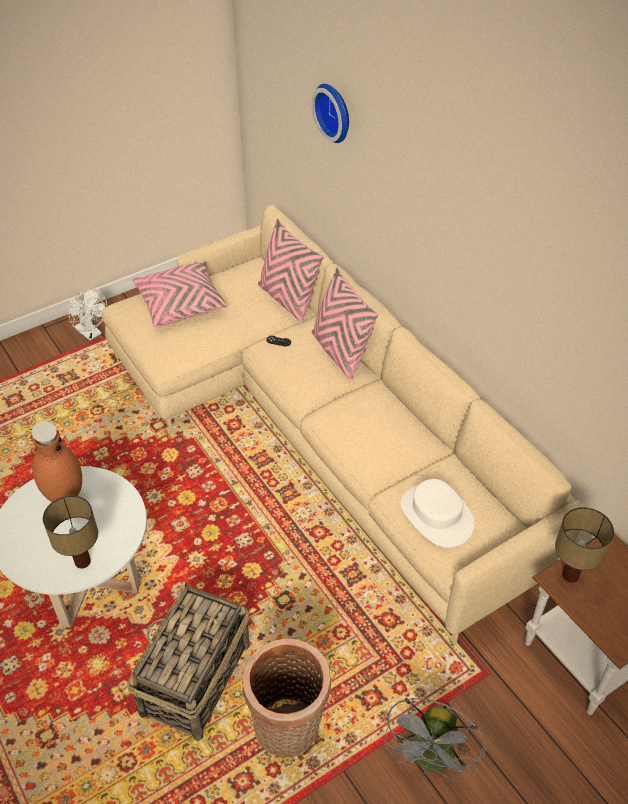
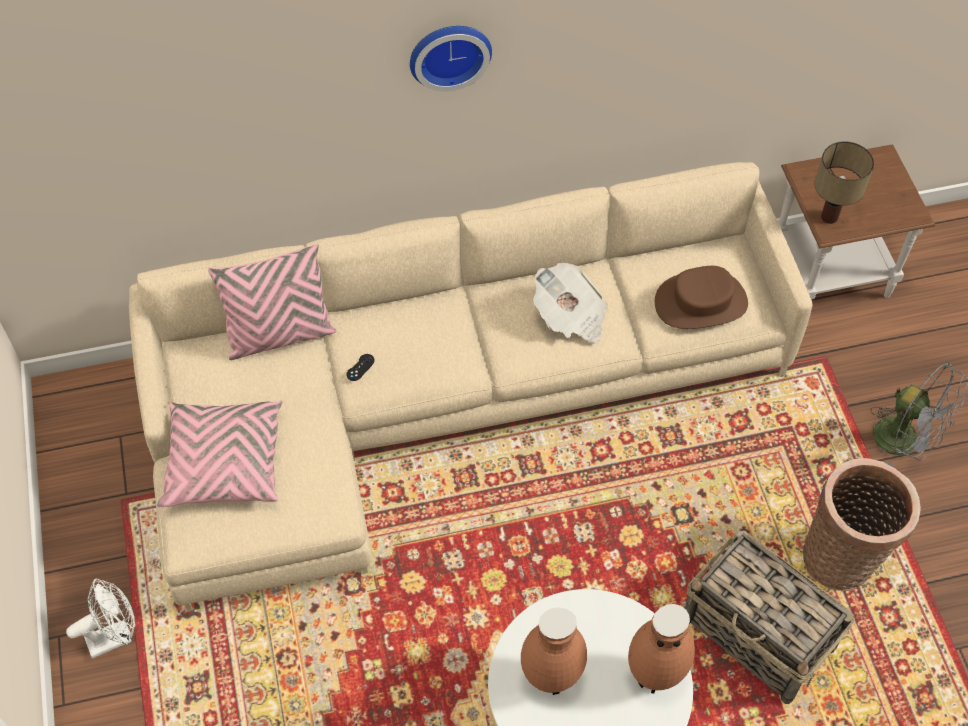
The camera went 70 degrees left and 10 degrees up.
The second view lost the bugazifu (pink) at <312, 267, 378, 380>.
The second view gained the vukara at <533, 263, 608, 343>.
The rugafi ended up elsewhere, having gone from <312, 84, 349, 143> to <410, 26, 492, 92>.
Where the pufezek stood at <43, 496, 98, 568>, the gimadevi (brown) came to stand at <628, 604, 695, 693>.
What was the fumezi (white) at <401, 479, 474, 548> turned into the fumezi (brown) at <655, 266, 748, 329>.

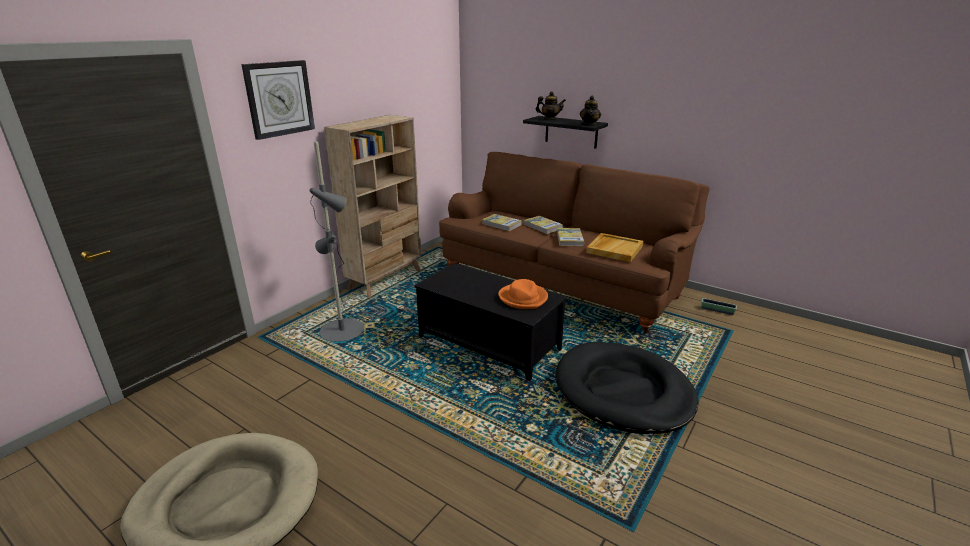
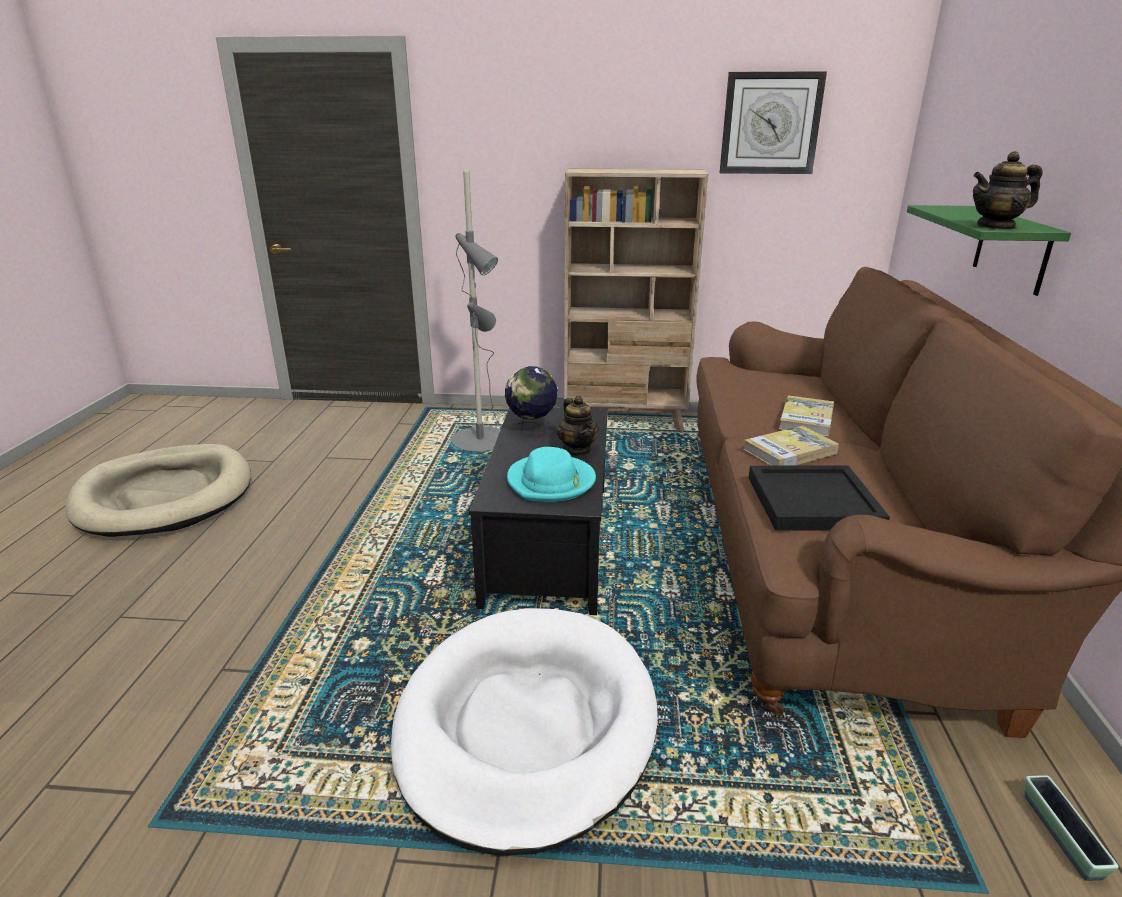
The camera went 60 degrees right and 0 degrees up.
The second view lost the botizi at <482, 214, 522, 231>.
The second view gained the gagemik at <505, 366, 558, 435>.
The rugafi ended up elsewhere, having gone from <241, 60, 315, 140> to <720, 71, 827, 174>.
The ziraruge ended up elsewhere, having gone from <536, 91, 566, 120> to <557, 396, 599, 456>.
What was the fumezi (orange) at <498, 279, 548, 309> turned into the fumezi (turquoise) at <507, 447, 596, 502>.
What was the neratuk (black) at <523, 116, 608, 149> turned into the neratuk (green) at <907, 205, 1071, 296>.
What was the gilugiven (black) at <556, 342, 699, 434> turned into the gilugiven (white) at <390, 608, 658, 856>.
What was the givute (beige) at <586, 233, 643, 262> turned into the givute (black) at <748, 466, 890, 531>.

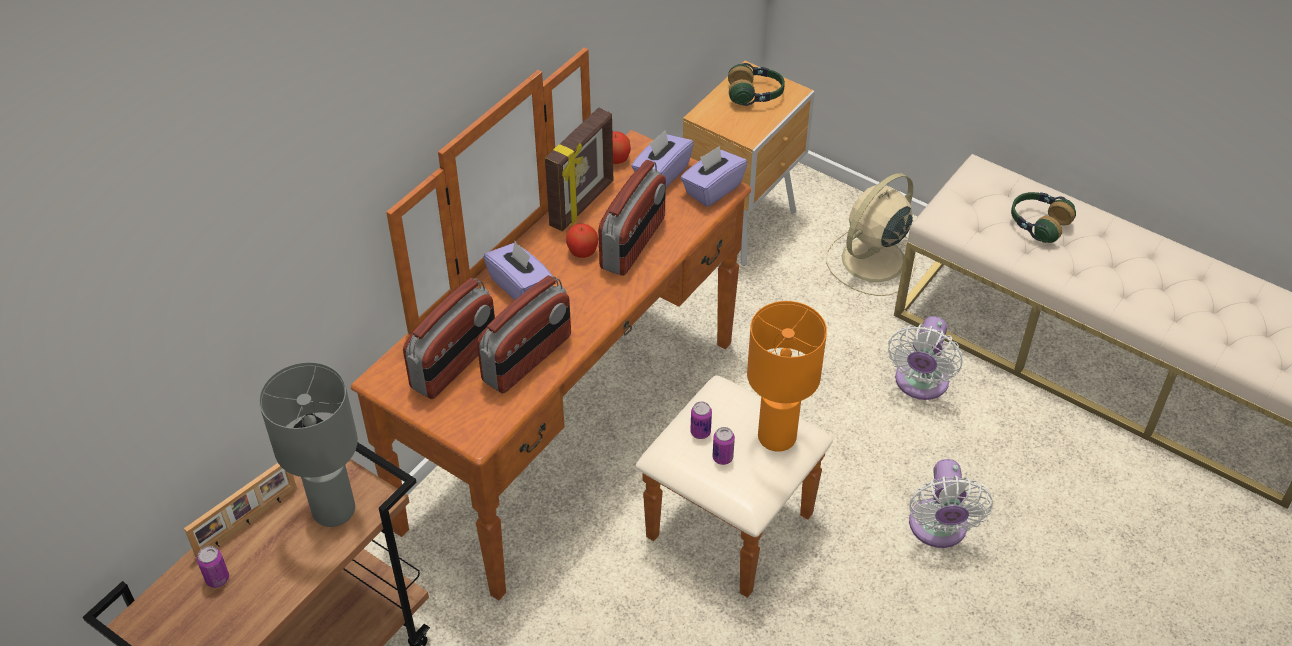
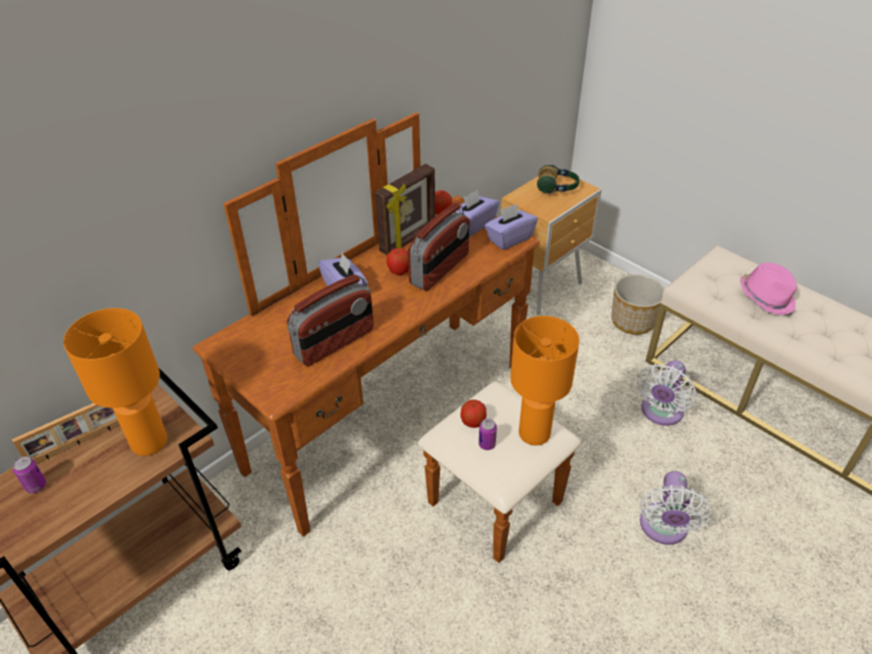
The camera went 10 degrees right and 5 degrees down.
The second view lost the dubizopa at <403, 278, 495, 399>.
Where the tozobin stood at <690, 402, 712, 439>, the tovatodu came to stand at <460, 400, 486, 428>.
Where the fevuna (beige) stood at <826, 173, 916, 296>, the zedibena came to stand at <611, 274, 665, 335>.
Where the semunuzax stood at <1011, 192, 1076, 243>, the fumezi (pink) came to stand at <740, 263, 797, 315>.
What was the pufezek (grey) at <259, 362, 358, 527> turned into the pufezek (orange) at <63, 308, 167, 456>.

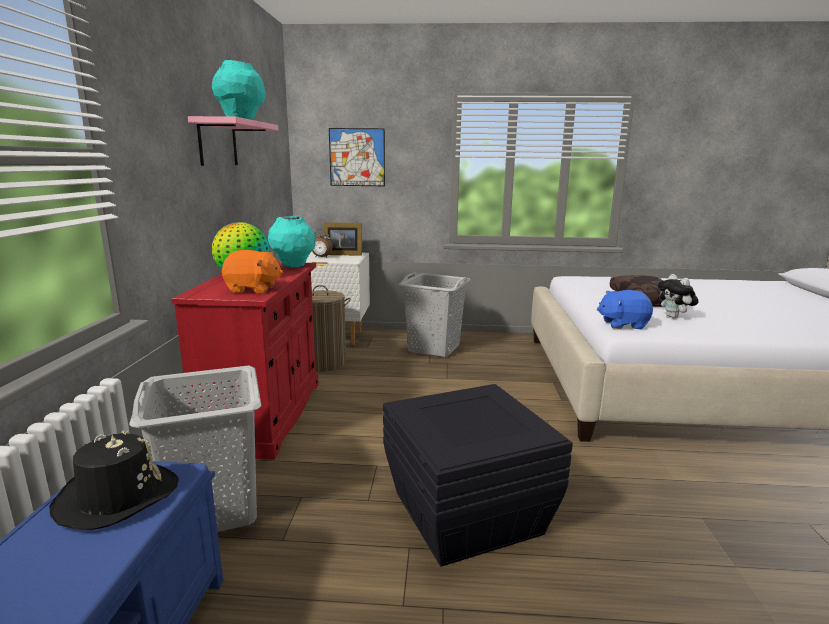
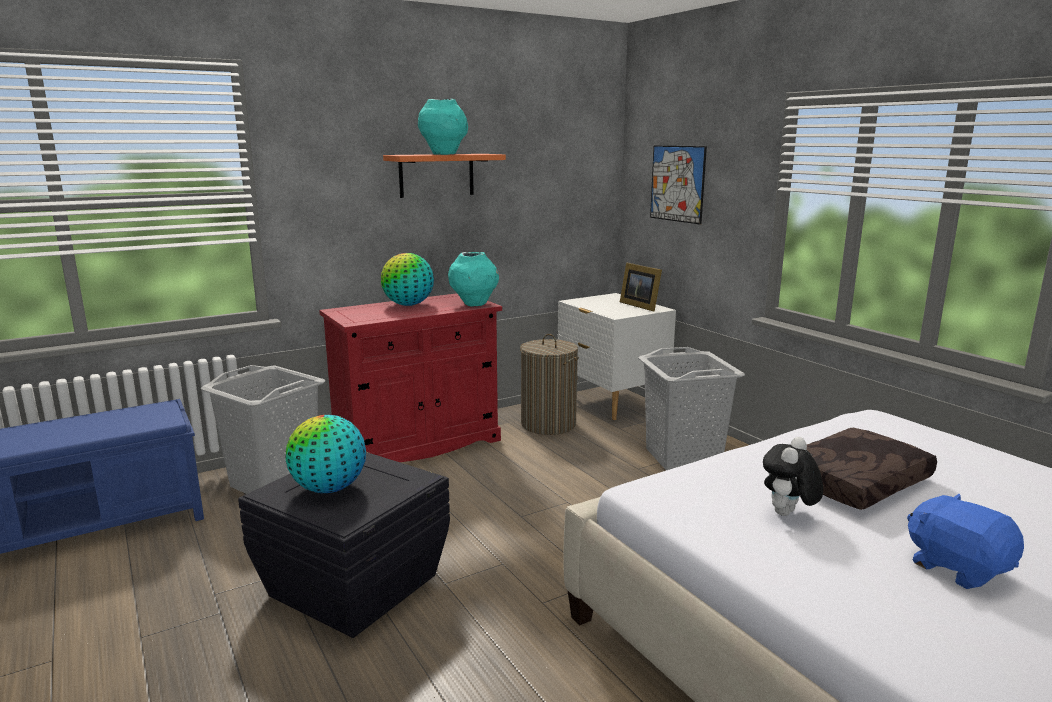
The camera went 55 degrees right and 0 degrees up.
The second view lost the fumezi (black) at <49, 430, 179, 530>.
The second view lost the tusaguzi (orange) at <222, 250, 283, 293>.
The second view lost the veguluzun at <312, 229, 332, 258>.
The second view gained the gagemik at <285, 415, 366, 493>.
The tusaguzi (blue) ended up elsewhere, having gone from <597, 290, 653, 329> to <907, 494, 1024, 589>.
What was the neratuk (pink) at <188, 116, 278, 166> turned into the neratuk (orange) at <383, 154, 506, 198>.

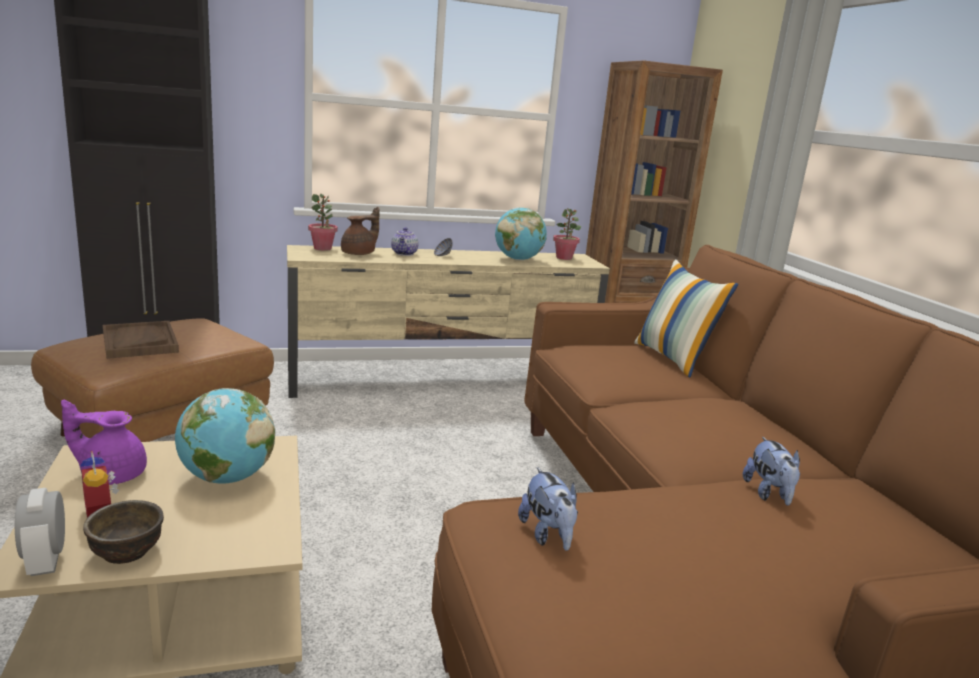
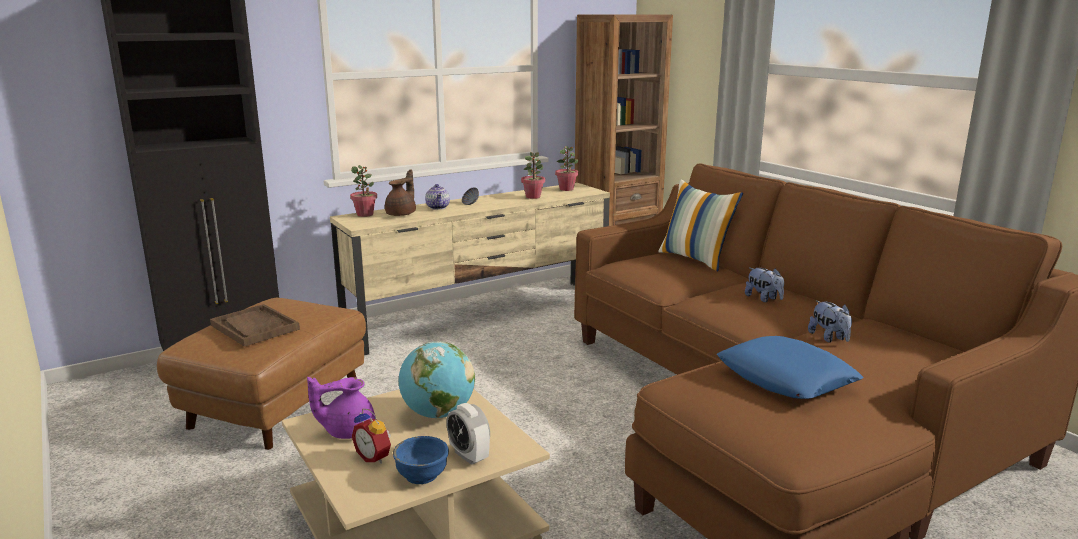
The camera went 15 degrees left and 0 degrees up.
The second view gained the bugazifu (blue) at <717, 336, 863, 399>.
The veguluzun ended up elsewhere, having gone from <15, 488, 65, 576> to <446, 403, 490, 465>.
The tusaguzi ended up elsewhere, having gone from <518, 467, 578, 551> to <745, 268, 784, 302>.
Where the gagemik stood at <495, 207, 547, 260>, the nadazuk came to stand at <521, 152, 545, 199>.
What was the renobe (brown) at <83, 500, 164, 564> turned into the renobe (blue) at <393, 436, 449, 484>.

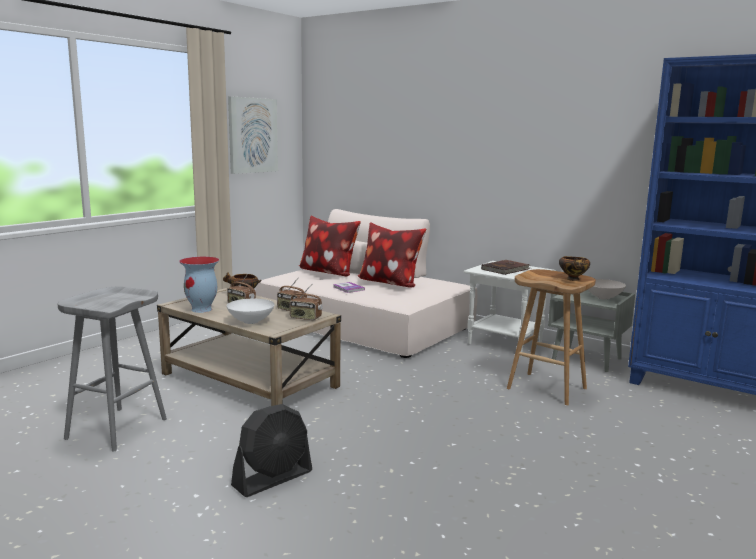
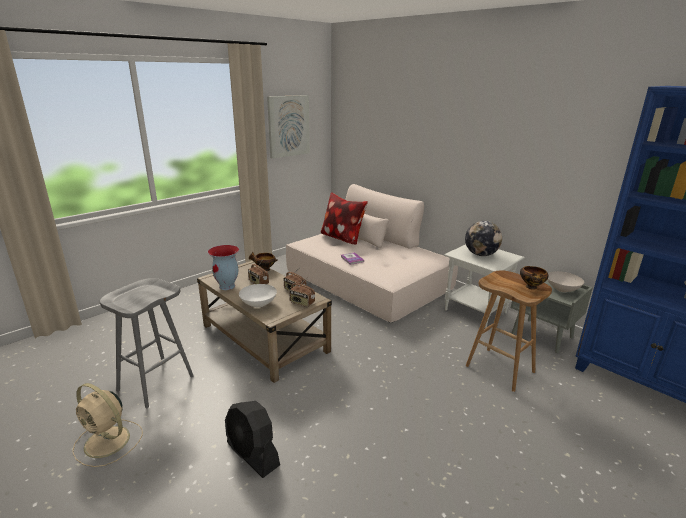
The camera went 10 degrees right and 10 degrees up.
The second view lost the bugazifu at <358, 222, 426, 288>.
The second view gained the fevuna (beige) at <72, 383, 143, 467>.
Where the botizi (brown) stood at <481, 260, 530, 275>, the gagemik came to stand at <465, 221, 502, 256>.
The fevuna (black) at <231, 404, 312, 497> ended up facing another way, 75 degrees clockwise from before.

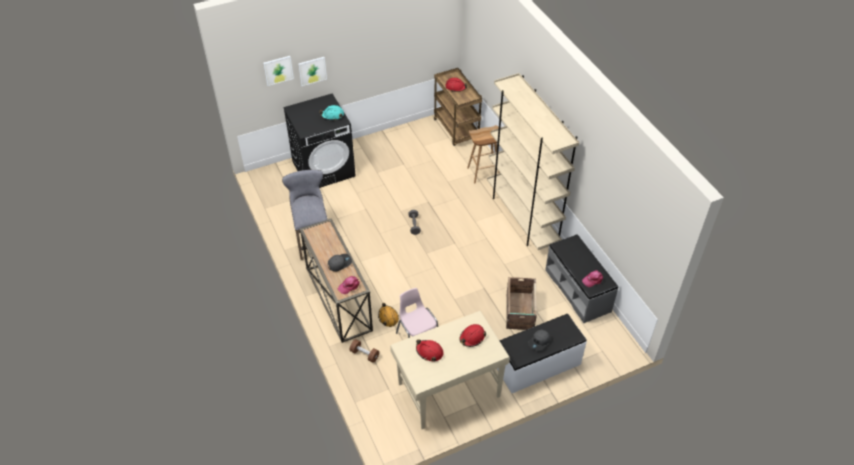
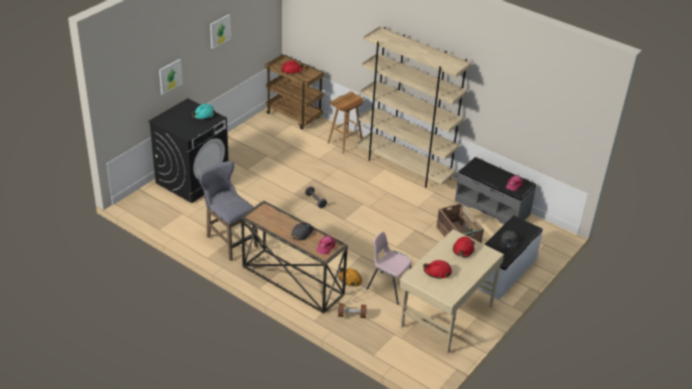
The camera went 30 degrees left and 10 degrees down.
The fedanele ended up elsewhere, having gone from <263, 56, 294, 86> to <210, 14, 231, 49>.

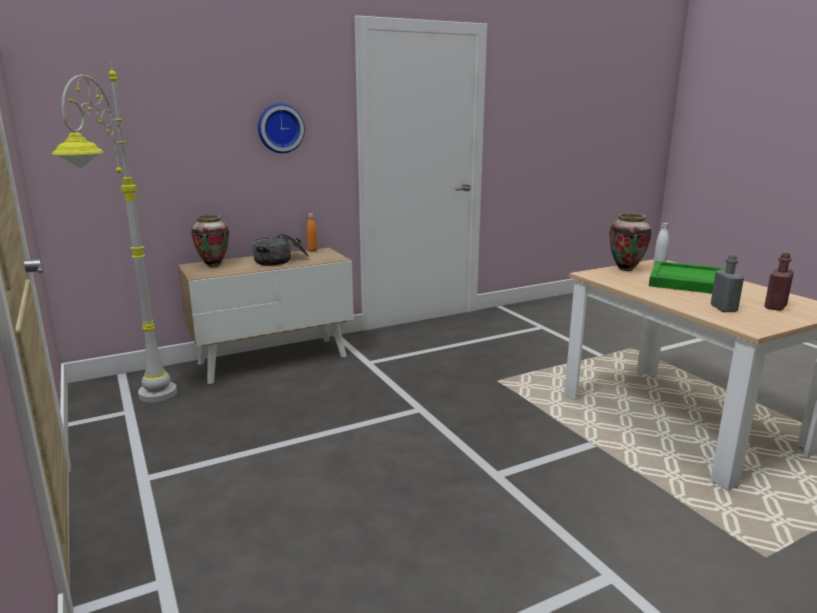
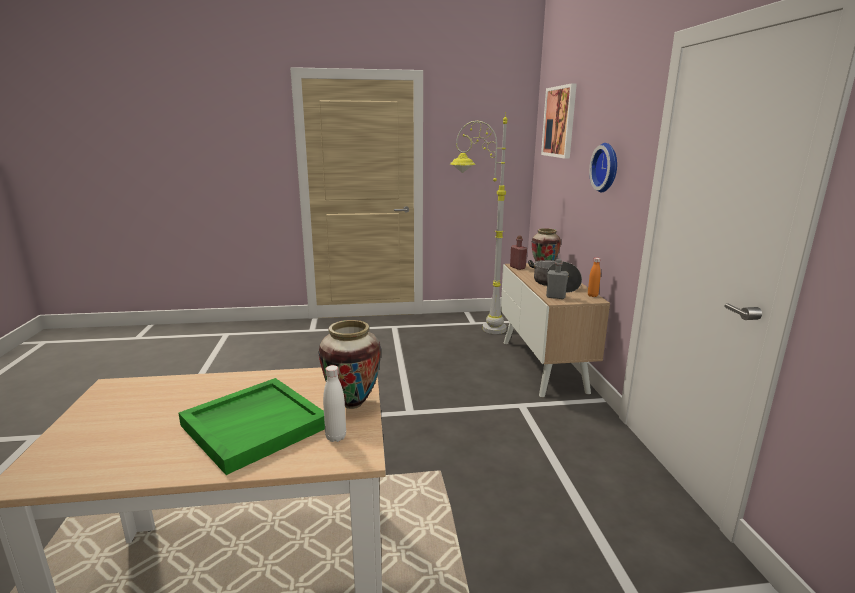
The camera went 110 degrees right and 0 degrees up.
The second view gained the fedanele at <541, 83, 577, 159>.
The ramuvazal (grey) ended up elsewhere, having gone from <711, 254, 744, 312> to <546, 259, 569, 299>.
The ramuvazal (red) ended up elsewhere, having gone from <764, 253, 794, 311> to <510, 235, 527, 270>.

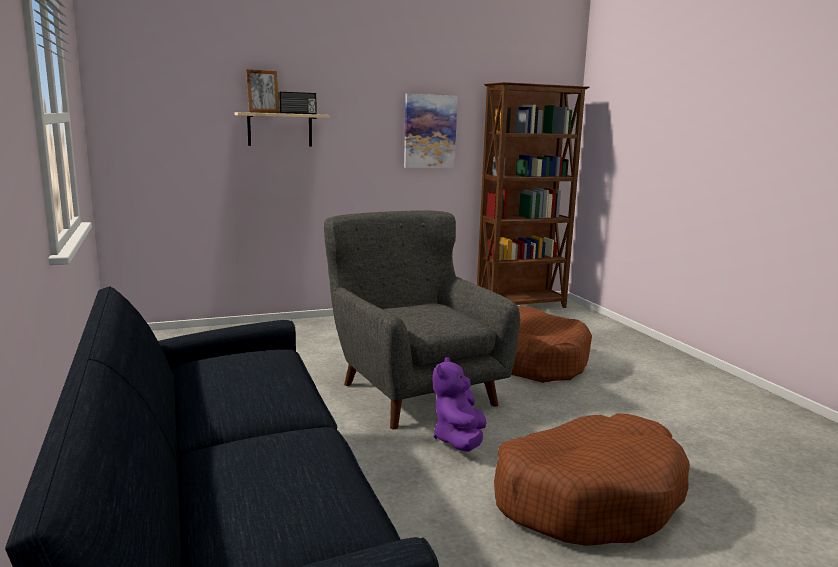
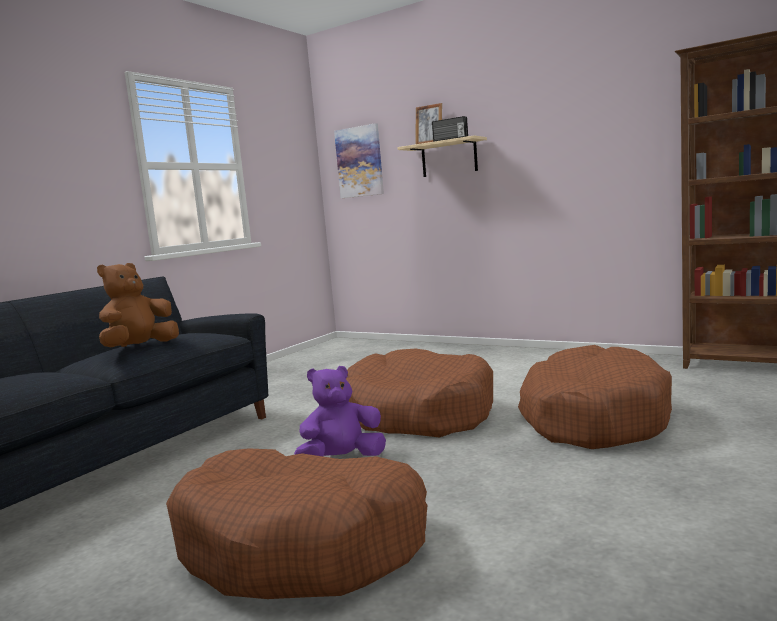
The camera went 55 degrees right and 5 degrees down.
The second view gained the tusaguzi (brown) at <97, 263, 179, 347>.
The fedanele ended up elsewhere, having gone from <404, 94, 457, 168> to <334, 123, 384, 198>.
Where the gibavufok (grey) stood at <324, 210, 520, 429>, the gilugiven (brown) came to stand at <346, 349, 493, 438>.

